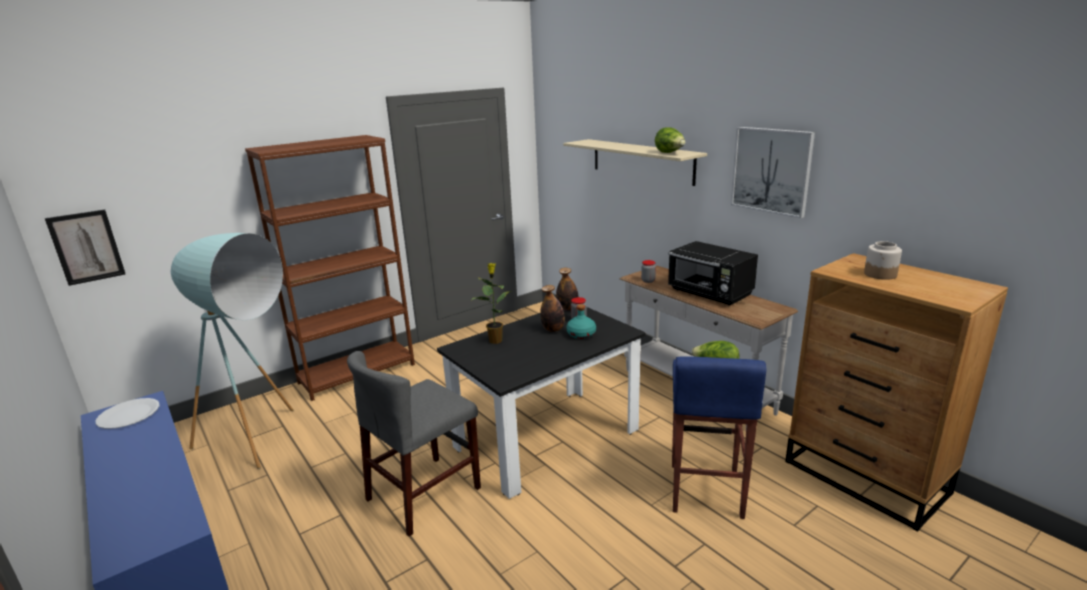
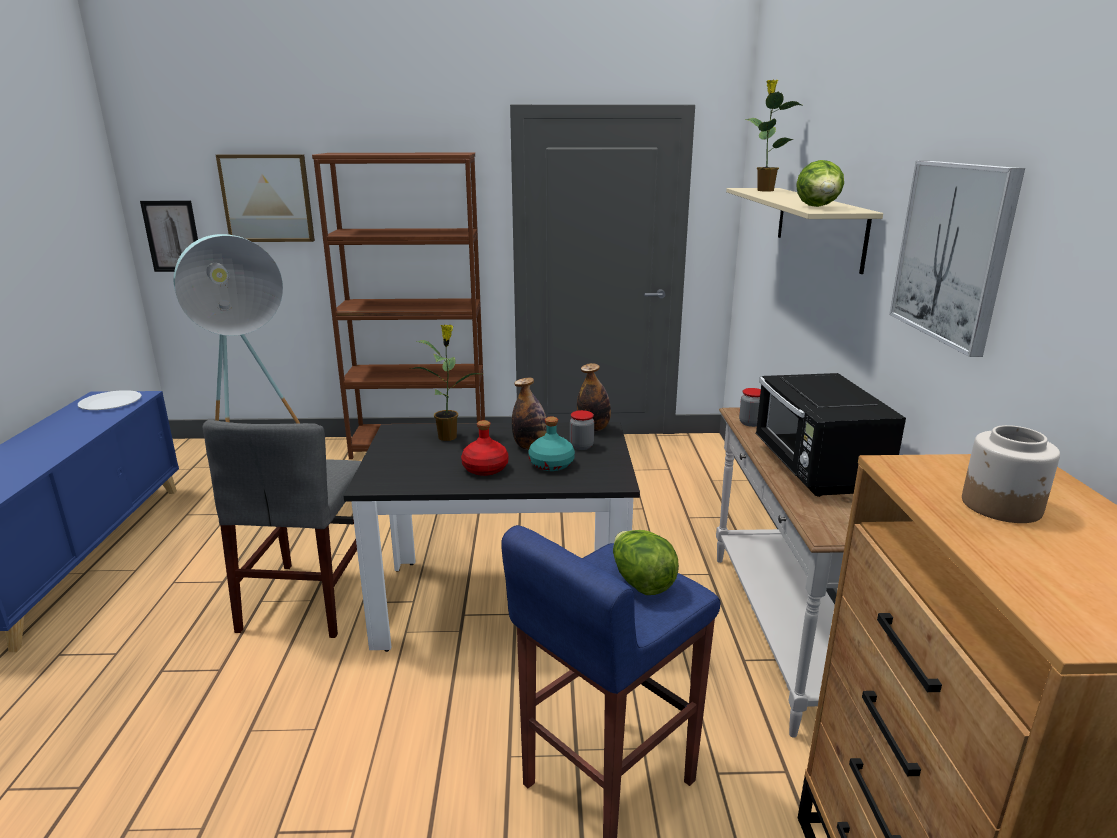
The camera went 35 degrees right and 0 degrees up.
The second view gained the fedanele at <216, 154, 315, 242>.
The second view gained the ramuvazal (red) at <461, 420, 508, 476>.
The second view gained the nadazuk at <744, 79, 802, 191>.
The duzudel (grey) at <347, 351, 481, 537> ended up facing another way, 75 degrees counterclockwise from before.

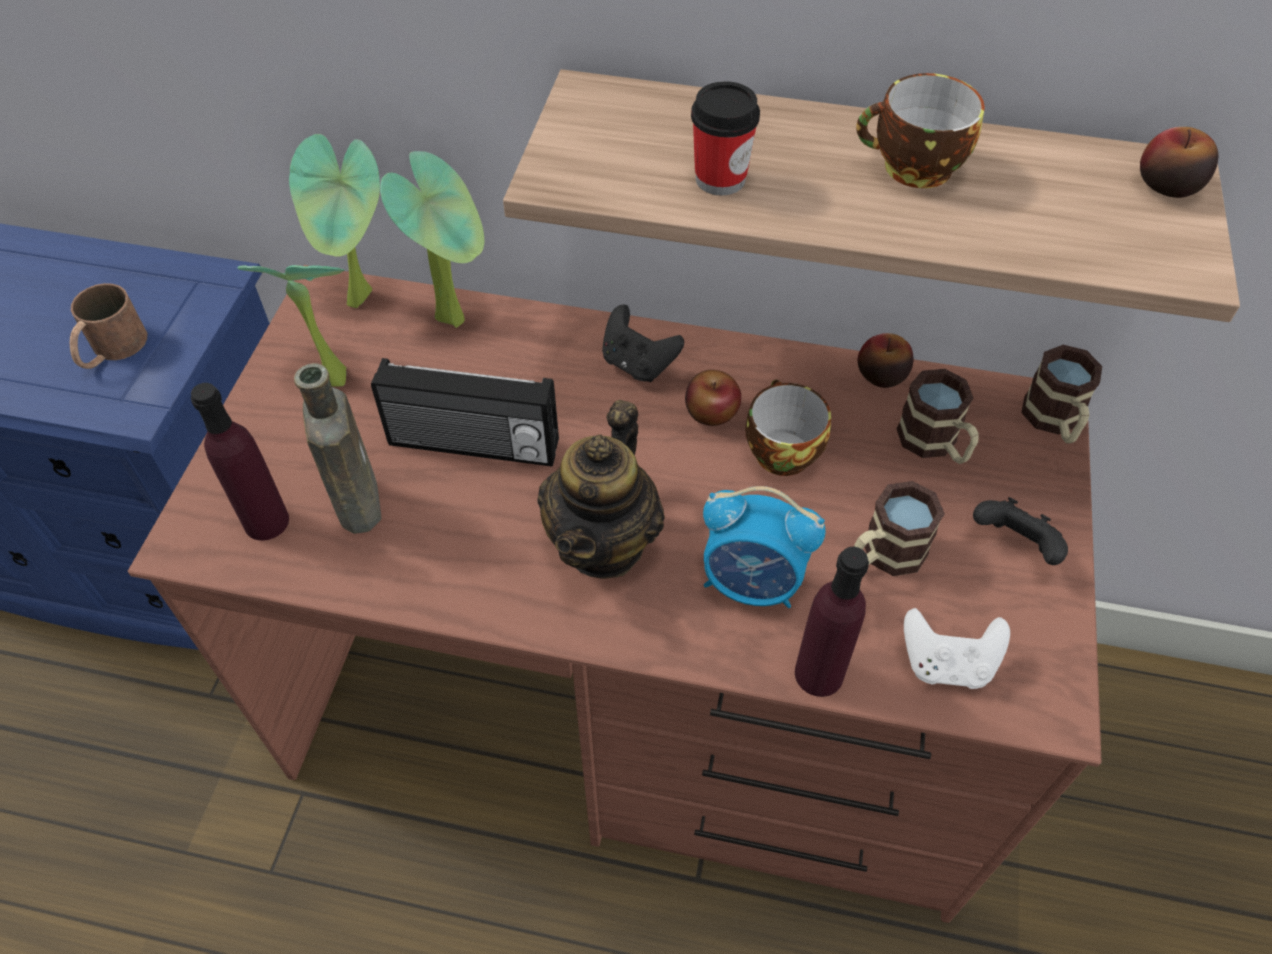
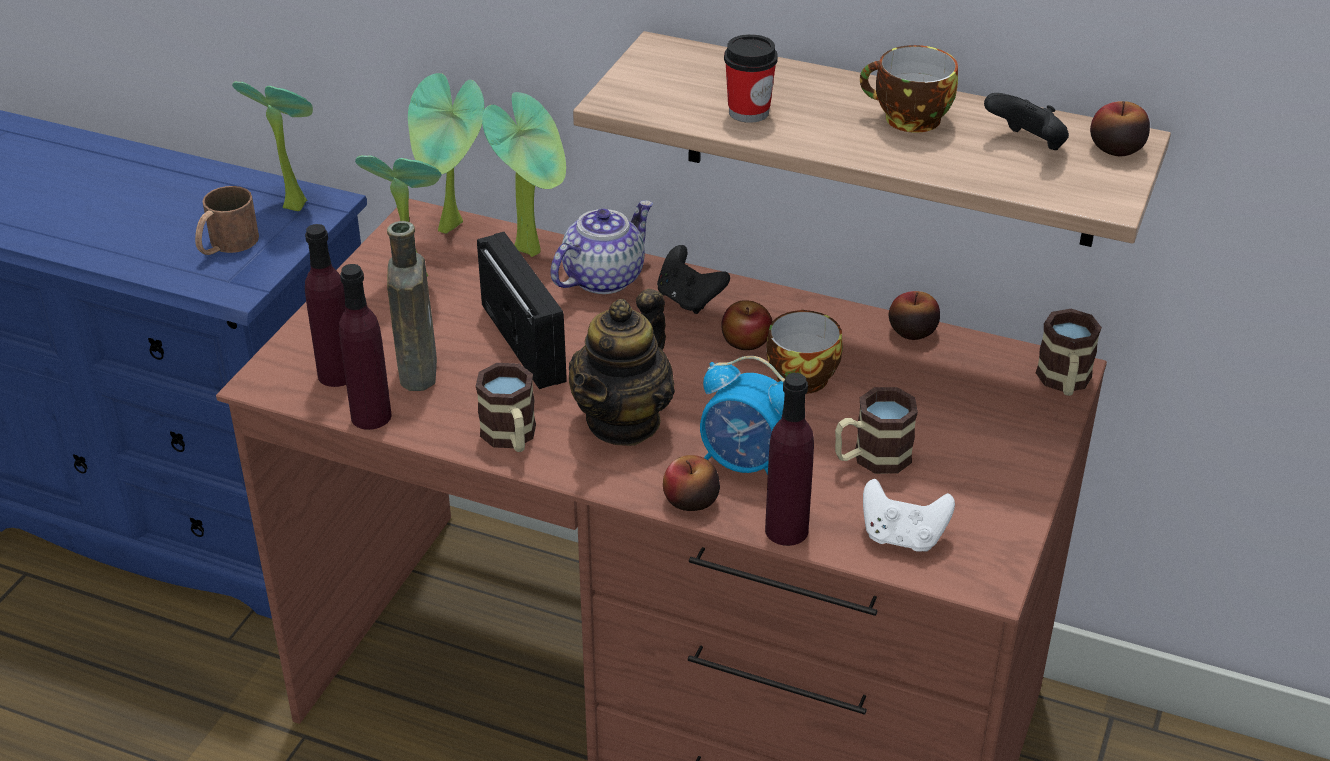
The camera went 10 degrees right and 15 degrees down.
The second view gained the nadazuk at <232, 81, 313, 211>.
The second view gained the ramuvazal (purple) at <339, 264, 391, 430>.
The second view gained the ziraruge at <551, 200, 653, 294>.
The second view gained the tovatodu at <663, 455, 720, 511>.
The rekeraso ended up elsewhere, having gone from <896, 369, 979, 464> to <476, 363, 536, 452>.
The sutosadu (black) ended up elsewhere, having gone from <973, 497, 1068, 565> to <984, 93, 1069, 150>.
The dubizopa at <371, 358, 559, 467> ended up facing another way, 135 degrees counterclockwise from before.

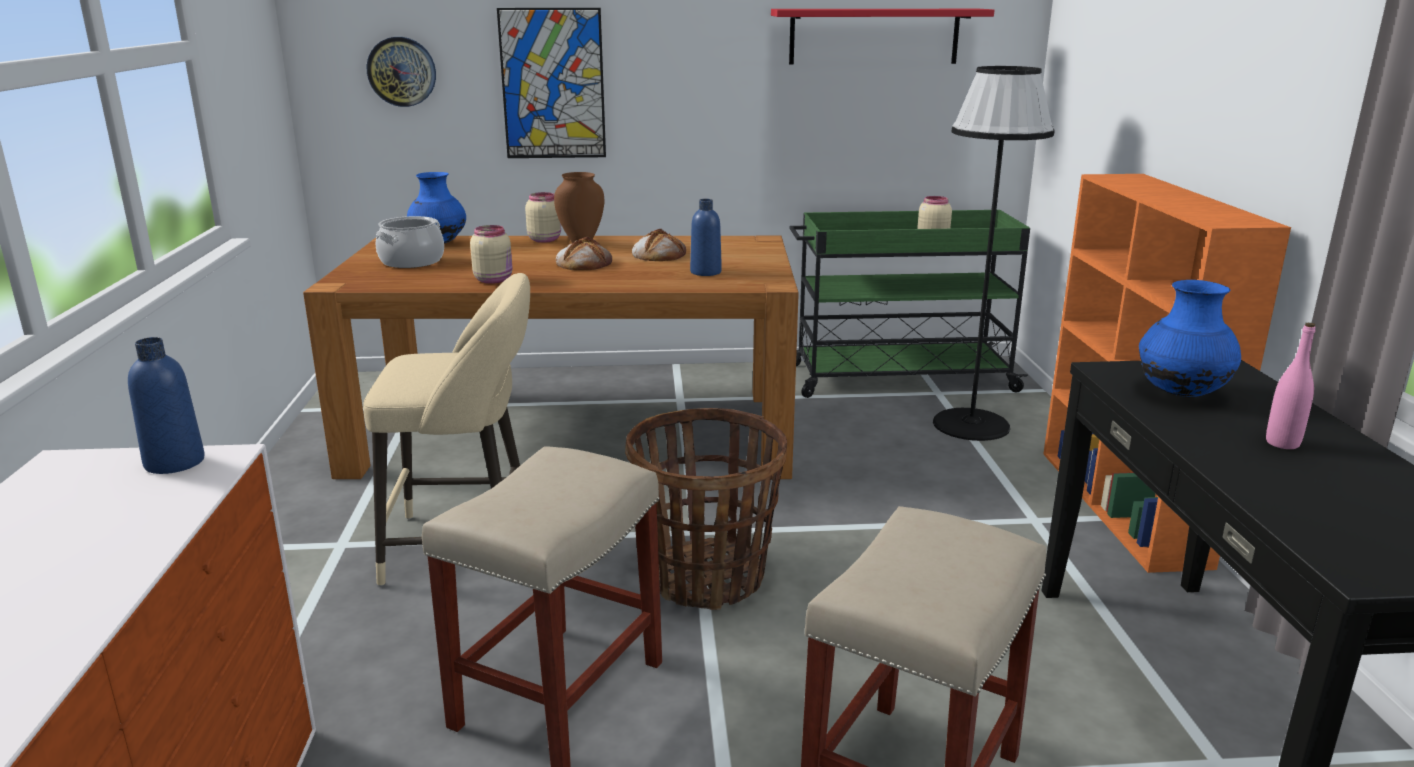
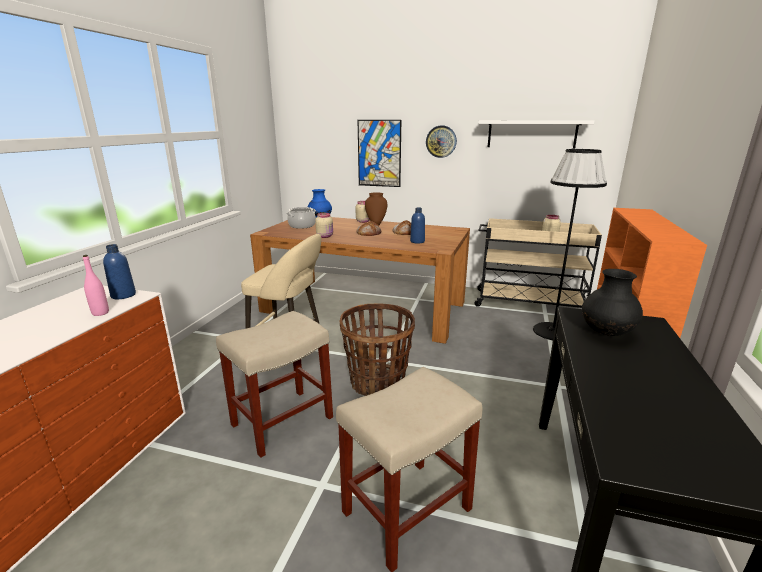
The camera went 20 degrees right and 0 degrees up.
The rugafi ended up elsewhere, having gone from <367, 37, 436, 107> to <426, 126, 457, 158>.
The ramuvazal (pink) ended up elsewhere, having gone from <1266, 322, 1316, 449> to <83, 255, 109, 316>.
What was the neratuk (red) at <771, 9, 995, 65> turned into the neratuk (white) at <478, 120, 594, 149>.
What was the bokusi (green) at <790, 210, 1030, 398> turned into the bokusi (beige) at <475, 218, 602, 308>.
What was the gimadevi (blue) at <1139, 280, 1241, 397> turned into the gimadevi (black) at <582, 269, 643, 336>.

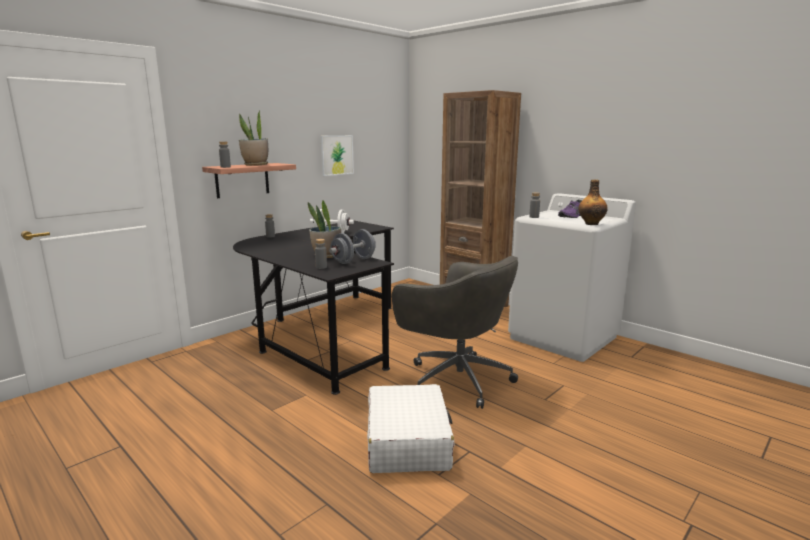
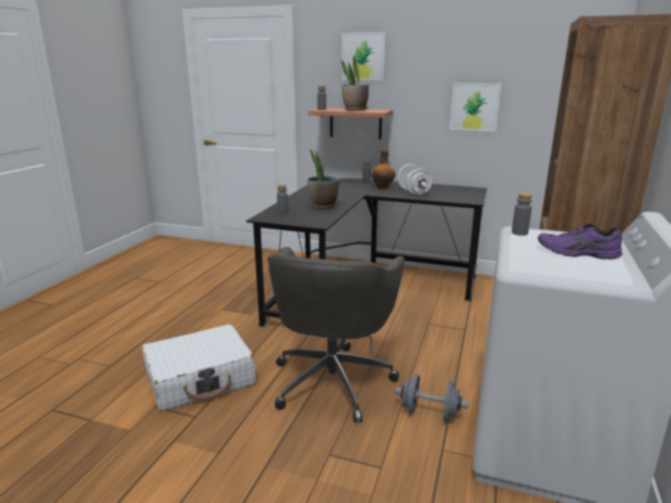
The camera went 65 degrees right and 5 degrees up.
The second view gained the fedanele at <342, 32, 386, 80>.
The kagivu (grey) ended up elsewhere, having gone from <329, 229, 376, 264> to <395, 374, 469, 422>.
The ramuvazal ended up elsewhere, having gone from <578, 180, 608, 225> to <371, 149, 395, 189>.

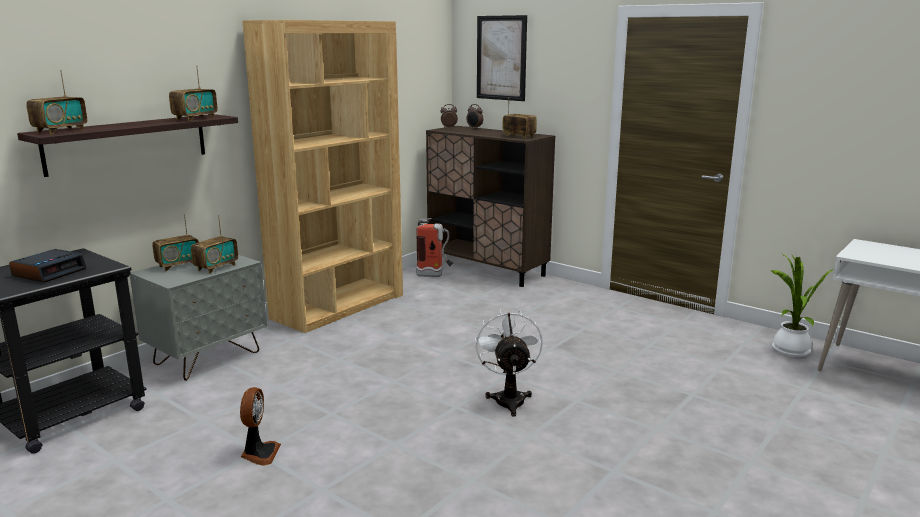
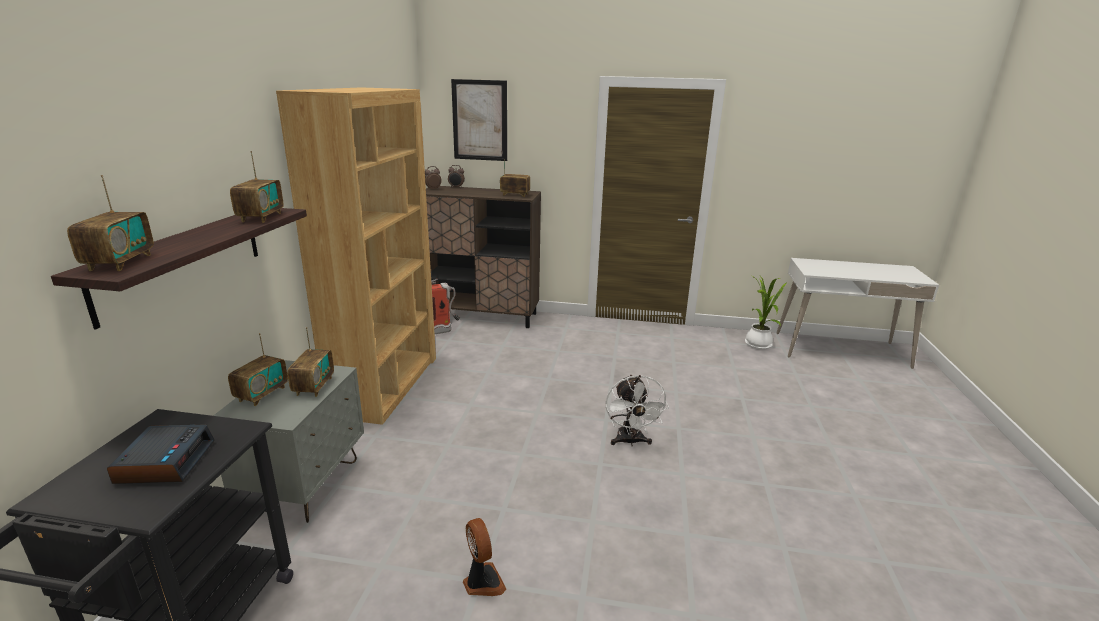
The camera went 30 degrees left and 5 degrees up.
The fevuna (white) at <475, 310, 543, 417> ended up facing another way, 150 degrees counterclockwise from before.

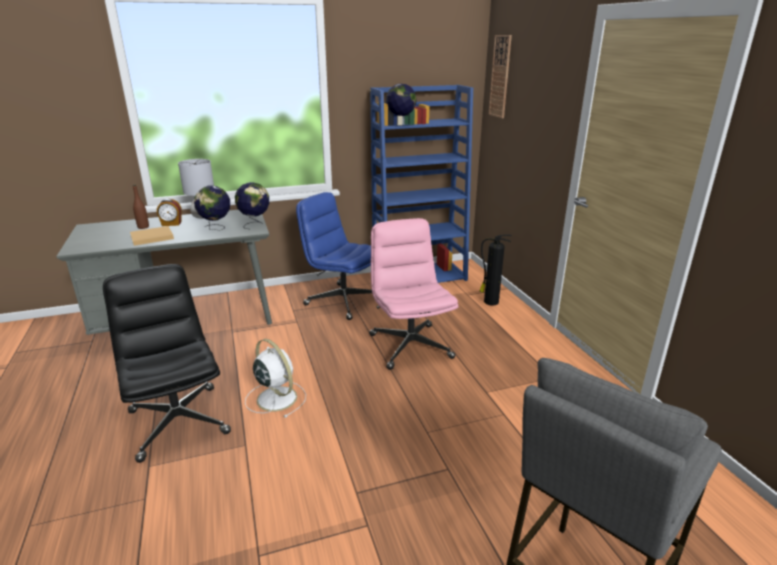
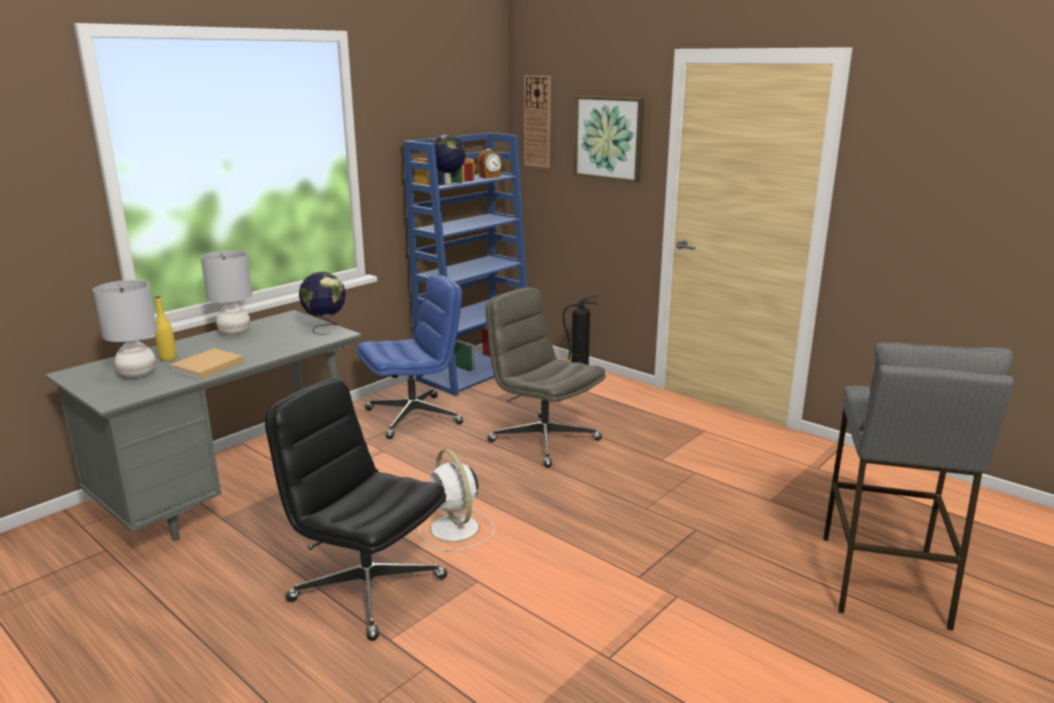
The camera went 30 degrees left and 5 degrees down.
The second view lost the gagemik at <194, 185, 230, 231>.
The second view gained the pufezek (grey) at <93, 280, 157, 378>.
The second view gained the fedanele at <574, 96, 644, 183>.
The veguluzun ended up elsewhere, having gone from <157, 199, 182, 226> to <477, 149, 502, 179>.
What was the ramuvazal (brown) at <133, 185, 149, 229> turned into the ramuvazal (yellow) at <155, 296, 177, 361>.
What was the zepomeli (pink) at <369, 218, 459, 370> turned into the zepomeli (grey) at <486, 288, 606, 468>.
The fevuna (white) at <245, 339, 306, 418> ended up facing another way, 135 degrees counterclockwise from before.
The zepomeli (blue) at <296, 192, 372, 320> ended up facing another way, 150 degrees clockwise from before.

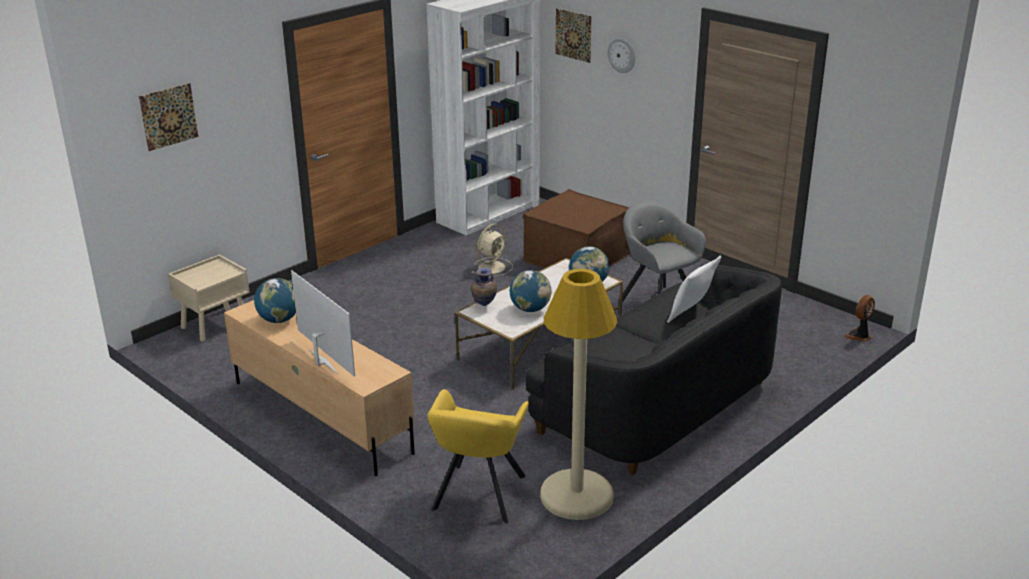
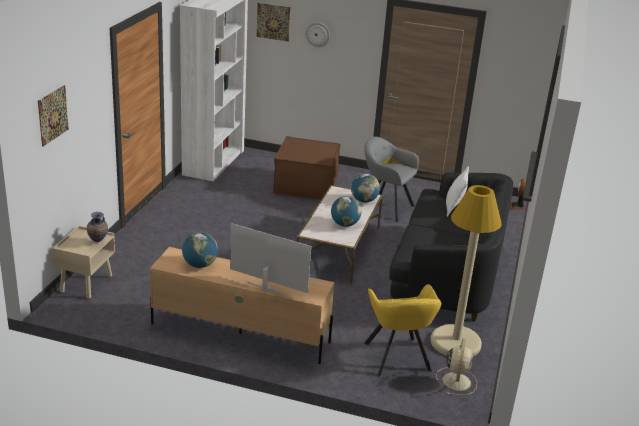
The camera went 30 degrees left and 0 degrees up.
The gimadevi ended up elsewhere, having gone from <471, 267, 497, 306> to <87, 212, 108, 242>.
The fevuna (beige) ended up elsewhere, having gone from <472, 224, 513, 277> to <436, 339, 477, 395>.

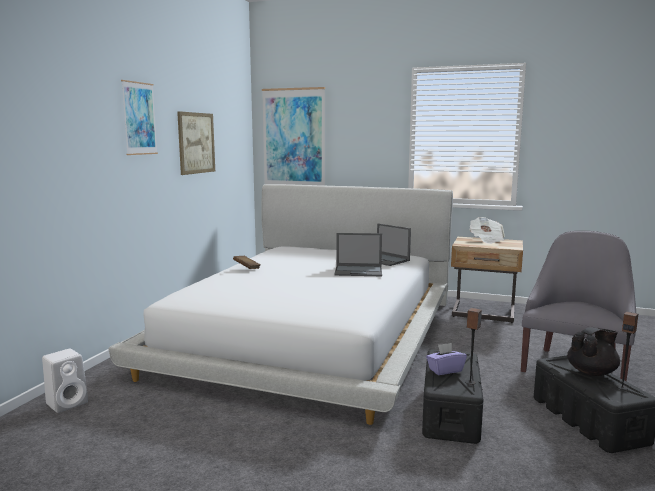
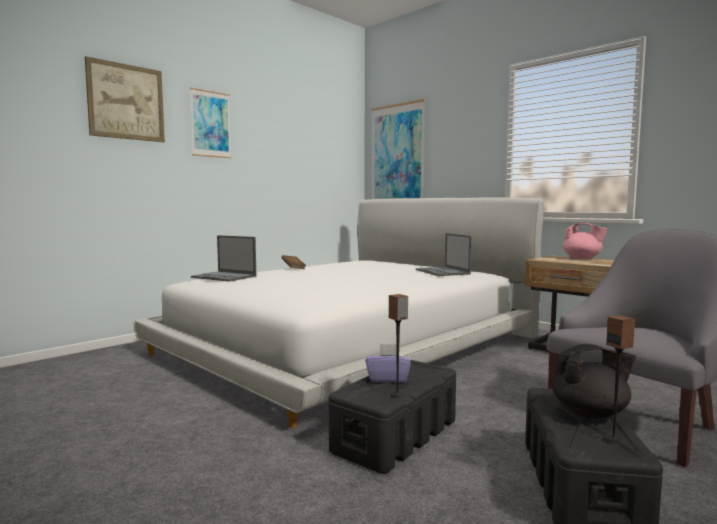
The camera went 25 degrees right and 5 degrees down.
The second view lost the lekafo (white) at <42, 349, 88, 413>.
The fedanele ended up elsewhere, having gone from <177, 111, 215, 175> to <85, 56, 165, 142>.
The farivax ended up elsewhere, having gone from <334, 233, 382, 276> to <191, 235, 257, 282>.
Where the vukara stood at <470, 217, 505, 244>, the ziraruge (pink) came to stand at <563, 223, 608, 259>.

